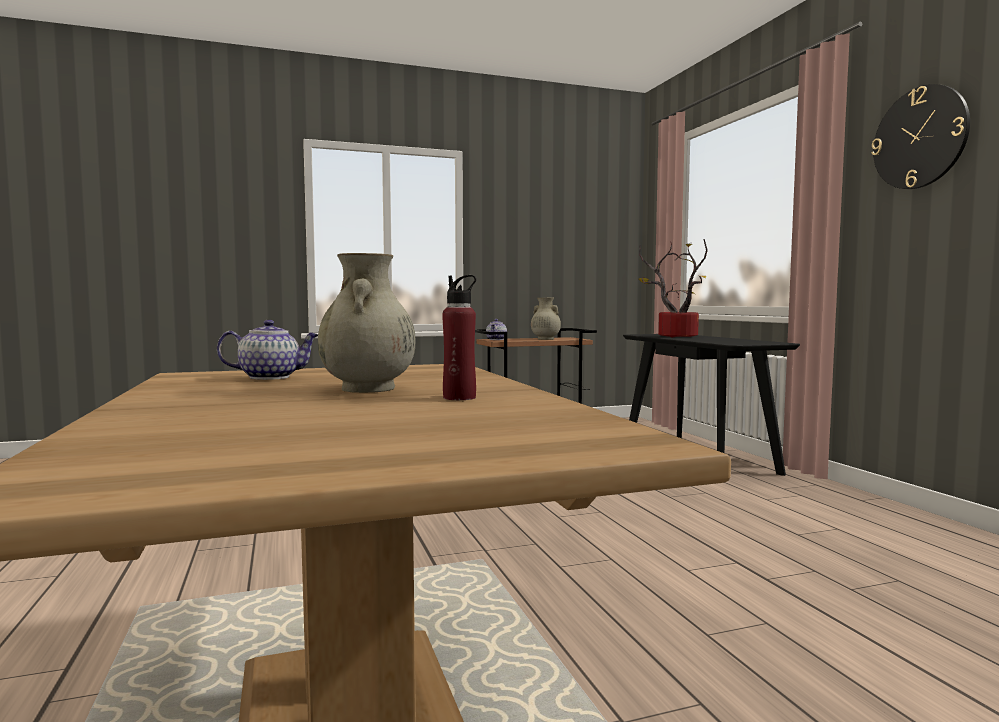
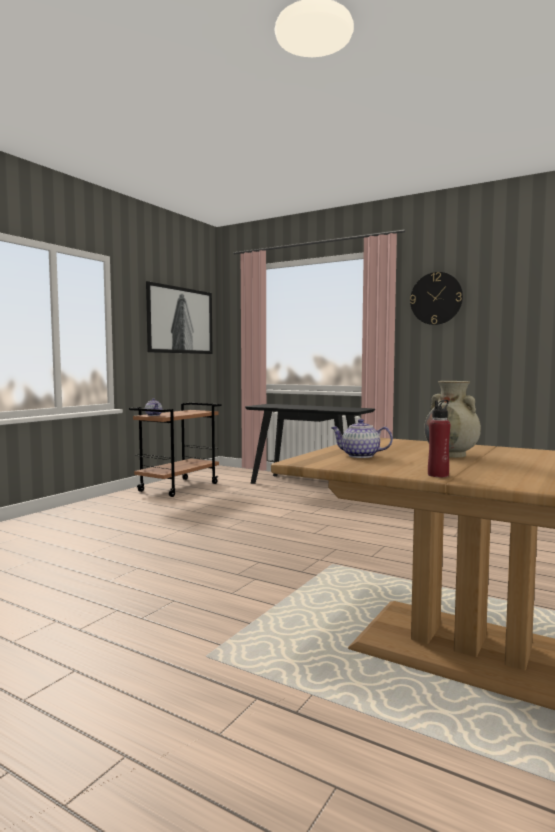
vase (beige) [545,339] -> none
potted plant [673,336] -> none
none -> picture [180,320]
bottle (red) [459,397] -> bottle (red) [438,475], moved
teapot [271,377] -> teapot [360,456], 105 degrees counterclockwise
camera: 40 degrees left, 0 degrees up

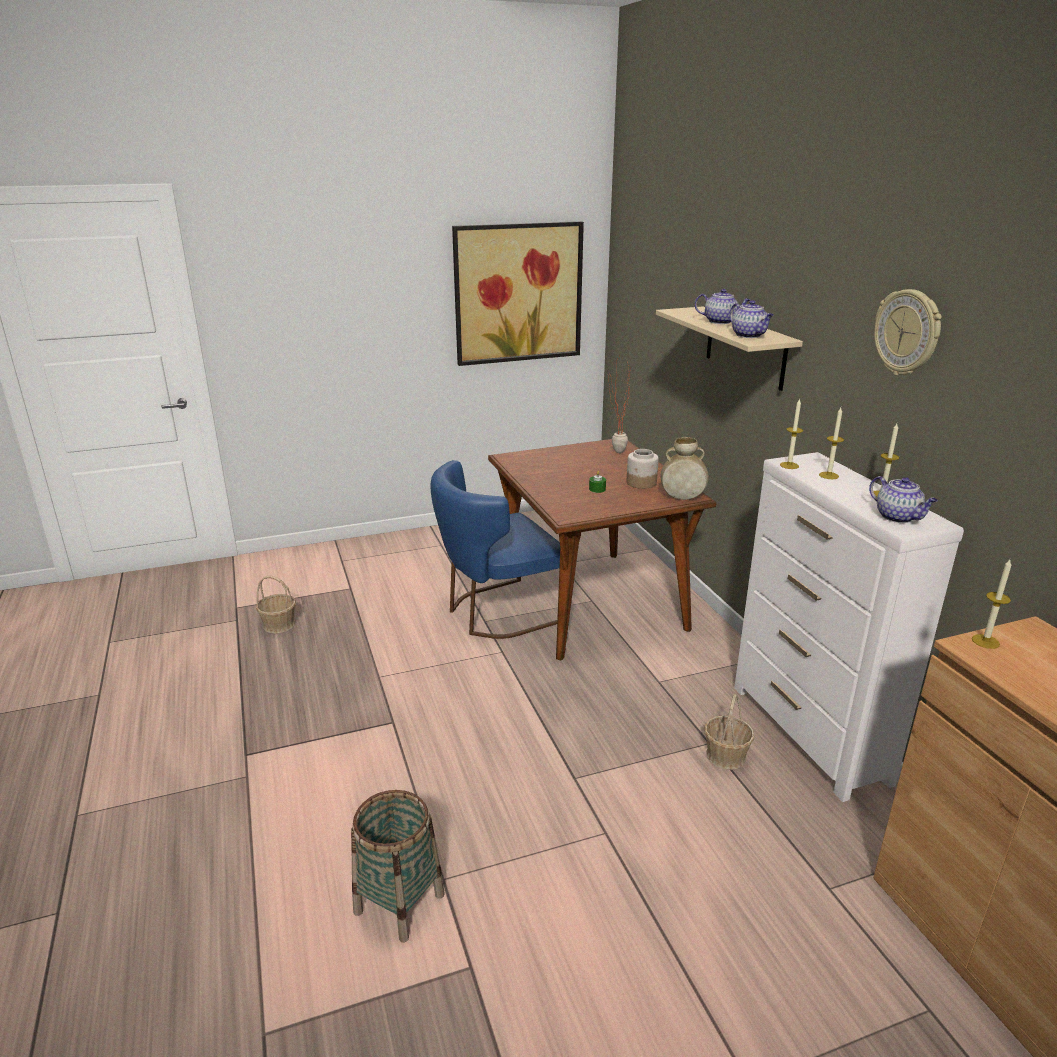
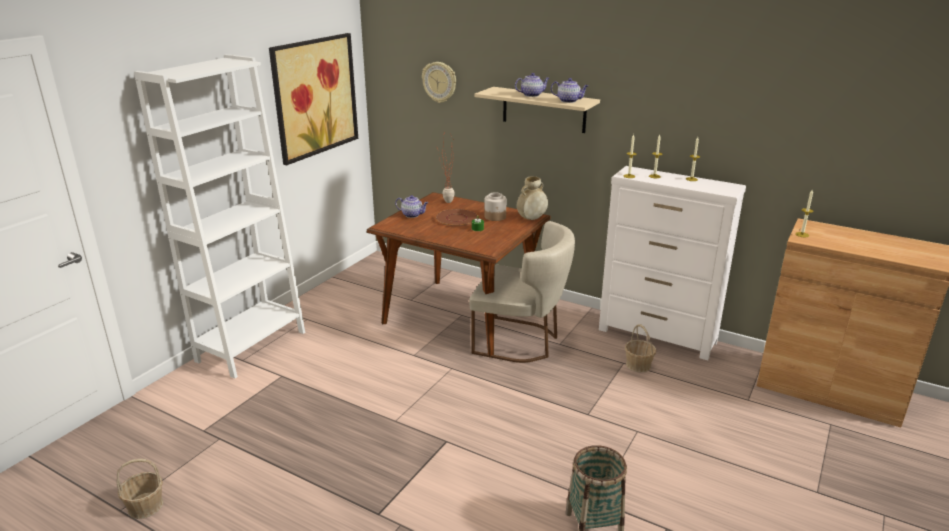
chair (blue) [496,612] -> none
none -> bookcase (white) [251,346]
none -> plate (brown) [456,218]
none -> chair (beige) [521,342]
basket [279,624] -> basket [145,506], moved
teapot [898,517] -> teapot [412,215], moved
wall clock [907,333] -> wall clock [439,82], moved
camera: 40 degrees left, 0 degrees up

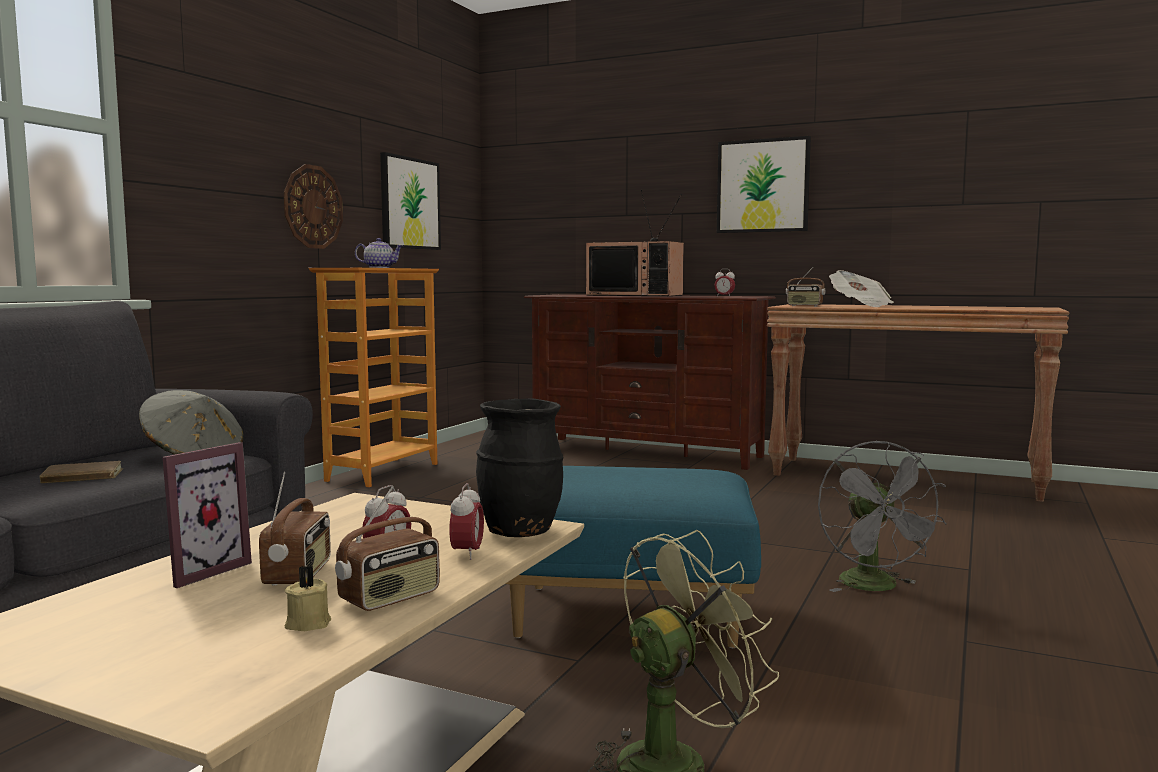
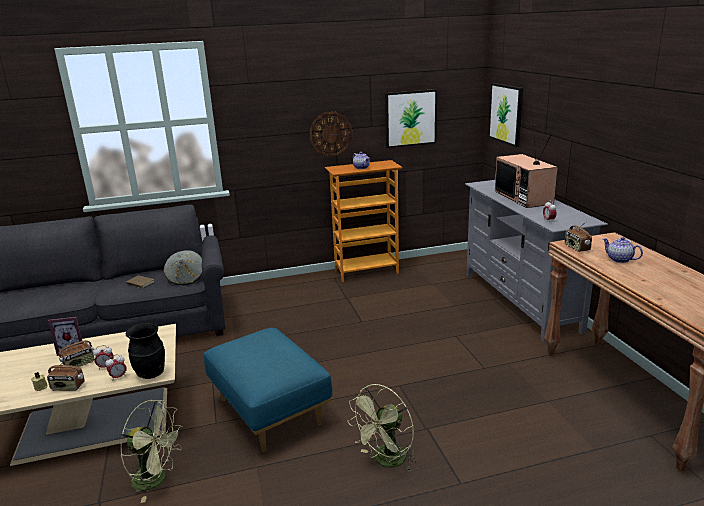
picture [763,186] -> picture [506,114], moved
newspaper [860,306] -> teapot [619,259]
tv stand (brown) [647,452] -> tv stand (grey) [520,301]
fan (grey) [876,587] -> fan (green) [386,461]
camera: 50 degrees right, 15 degrees up

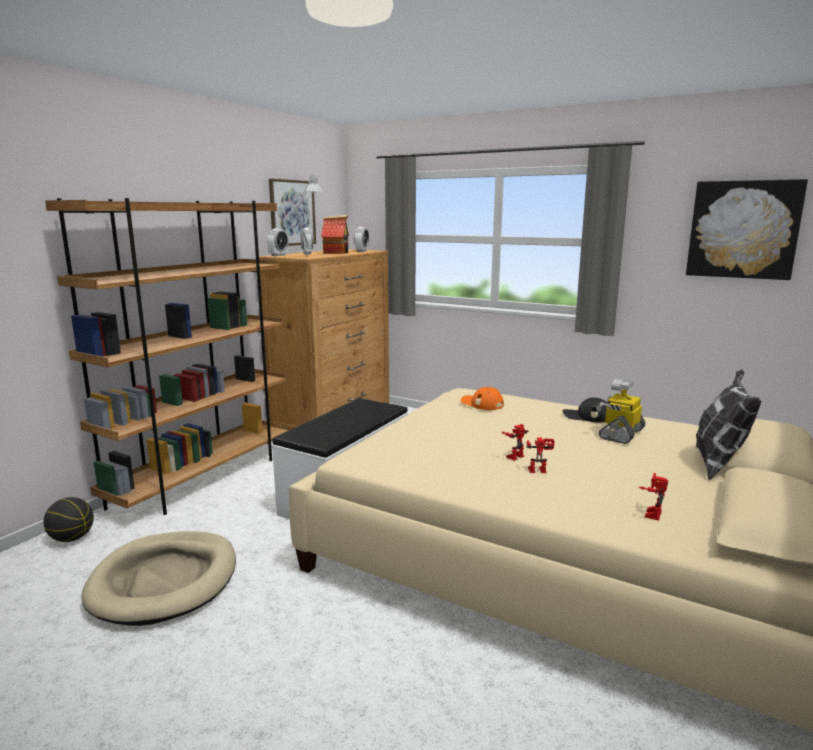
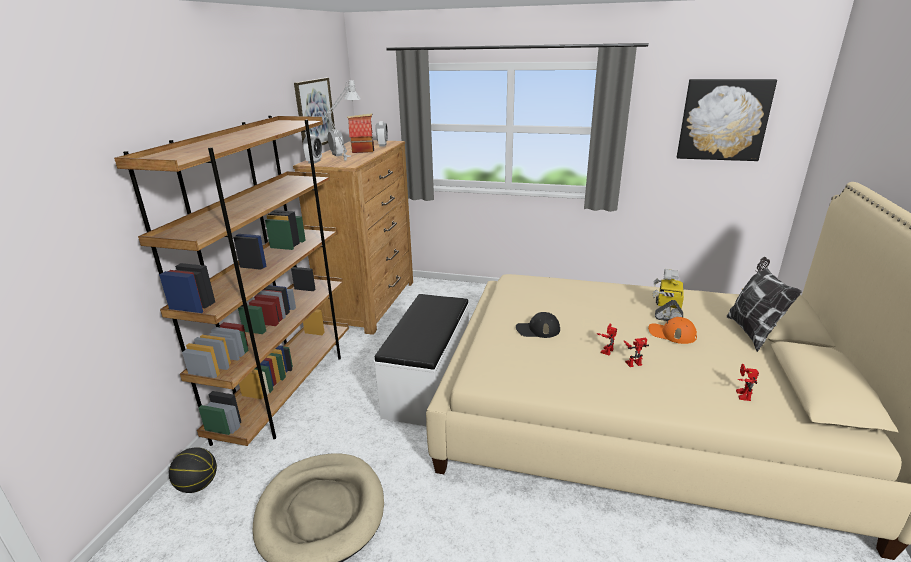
cap (orange) [482,403] -> cap (orange) [671,334], moved
cap (black) [586,416] -> cap (black) [537,330], moved
camera: 15 degrees left, 10 degrees up

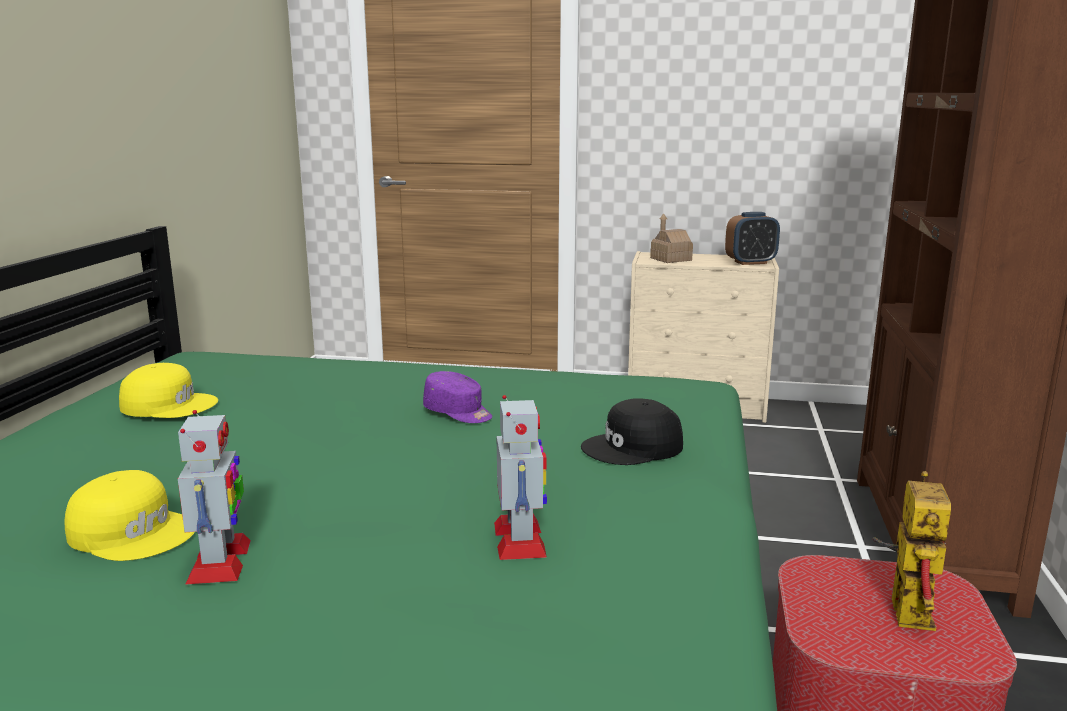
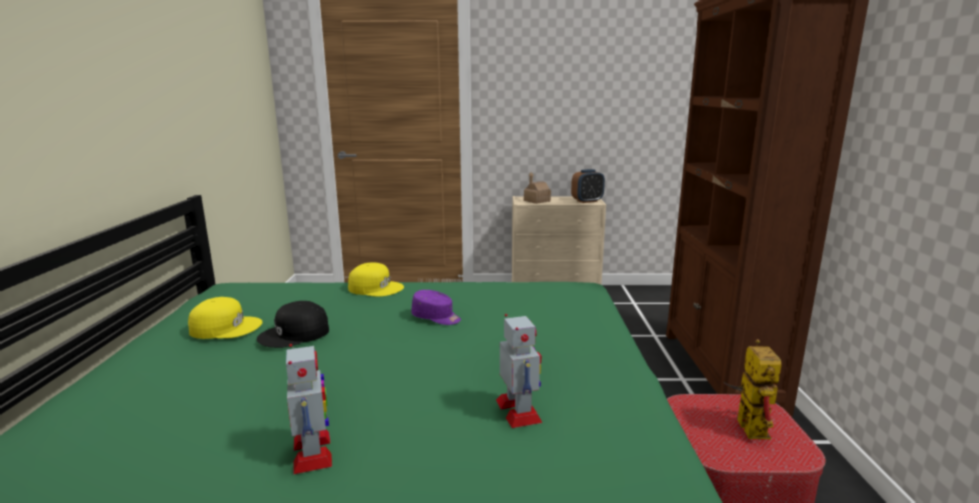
cap (yellow) [133,531] -> cap (yellow) [376,288], moved
cap (black) [633,448] -> cap (black) [295,334], moved
camera: 10 degrees left, 0 degrees up

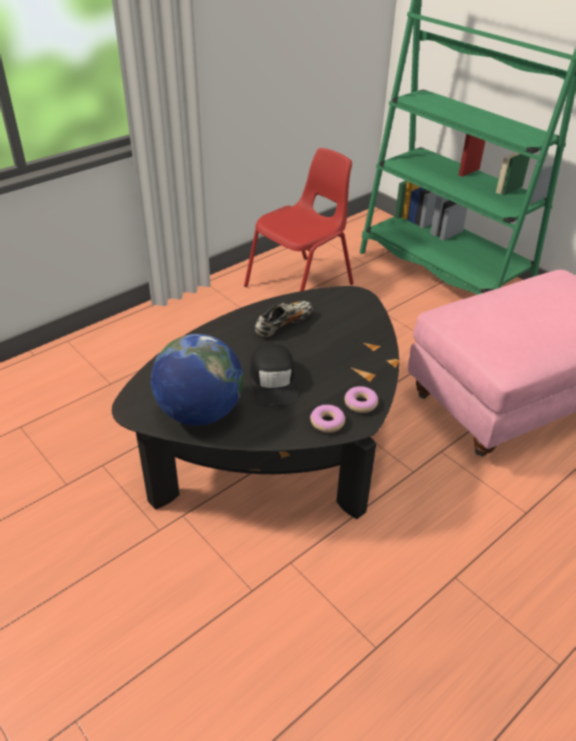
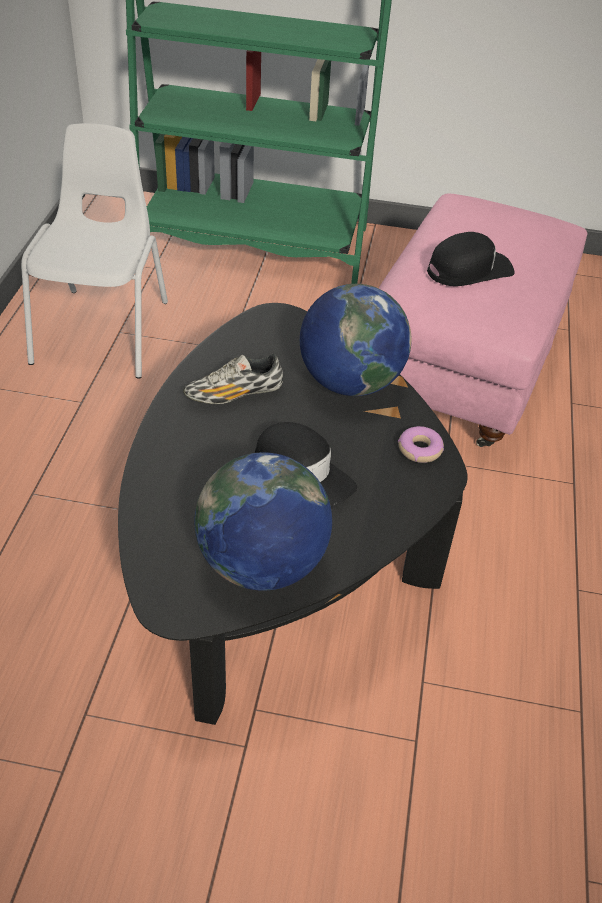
donut [327,422] -> none
none -> globe [350,382]
none -> cap (black) [469,270]
chair (red) [301,285] -> chair (white) [104,331]
shoe [284,325] -> shoe [234,394], 120 degrees counterclockwise
camera: 40 degrees left, 5 degrees up

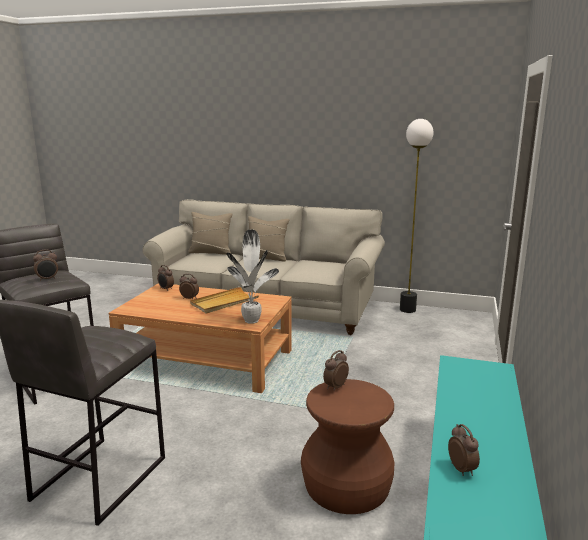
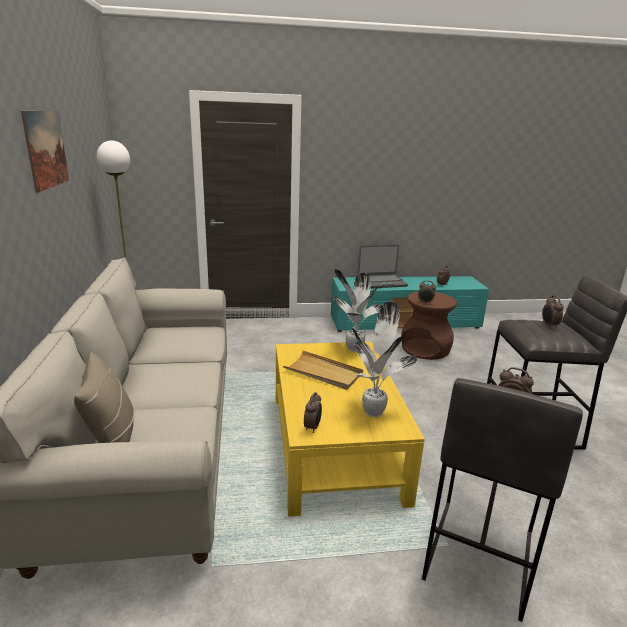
pillow (beige) [266,258] -> none
none -> picture [46,149]
none -> potted plant [374,411]
none -> laptop [382,282]
alarm clock [189,298] -> alarm clock [549,325], moved
coffee table (brown) [207,360] -> coffee table (yellow) [333,444]
camera: 115 degrees left, 5 degrees up

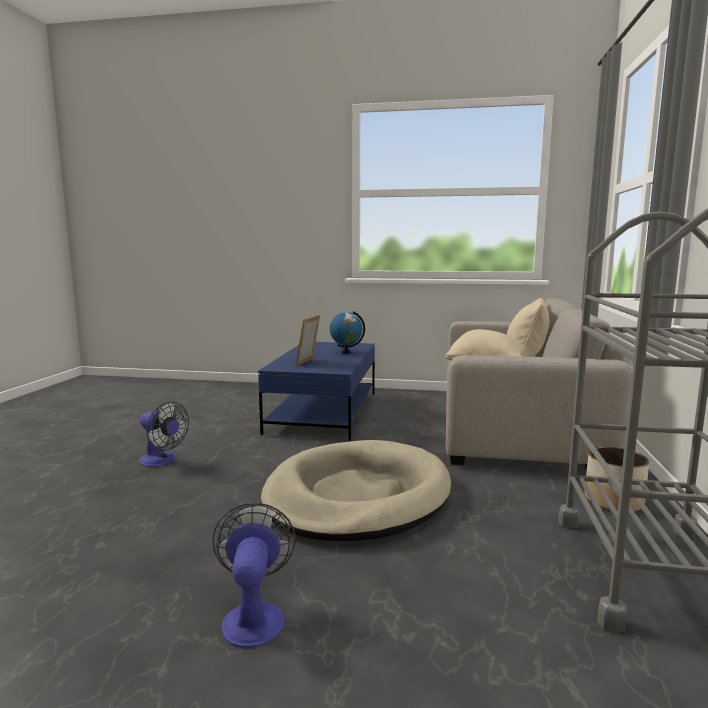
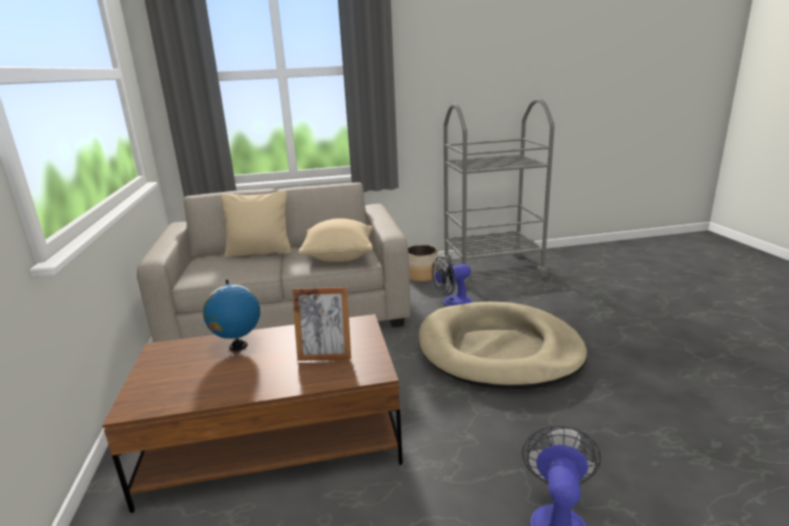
fan [254,615] -> fan [452,303], moved
coffee table (blue) [324,412] -> coffee table (brown) [274,439]
camera: 110 degrees left, 10 degrees up

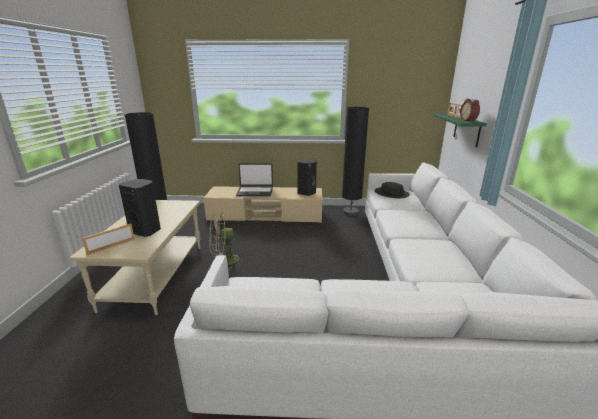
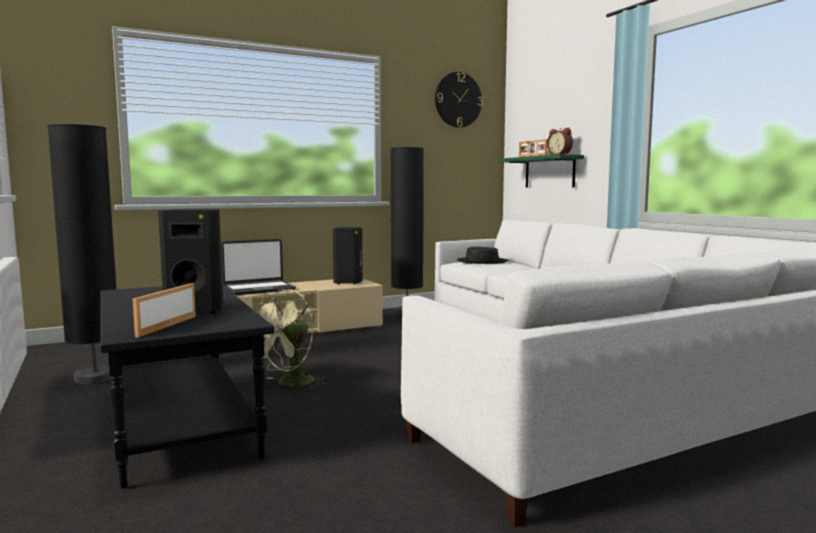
none -> wall clock [458,100]
coffee table (beige) [156,276] -> coffee table (black) [182,422]
camera: 30 degrees left, 15 degrees down

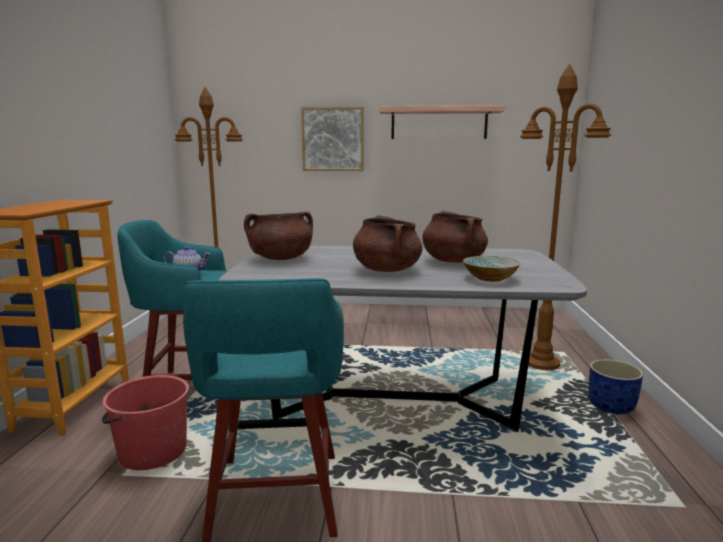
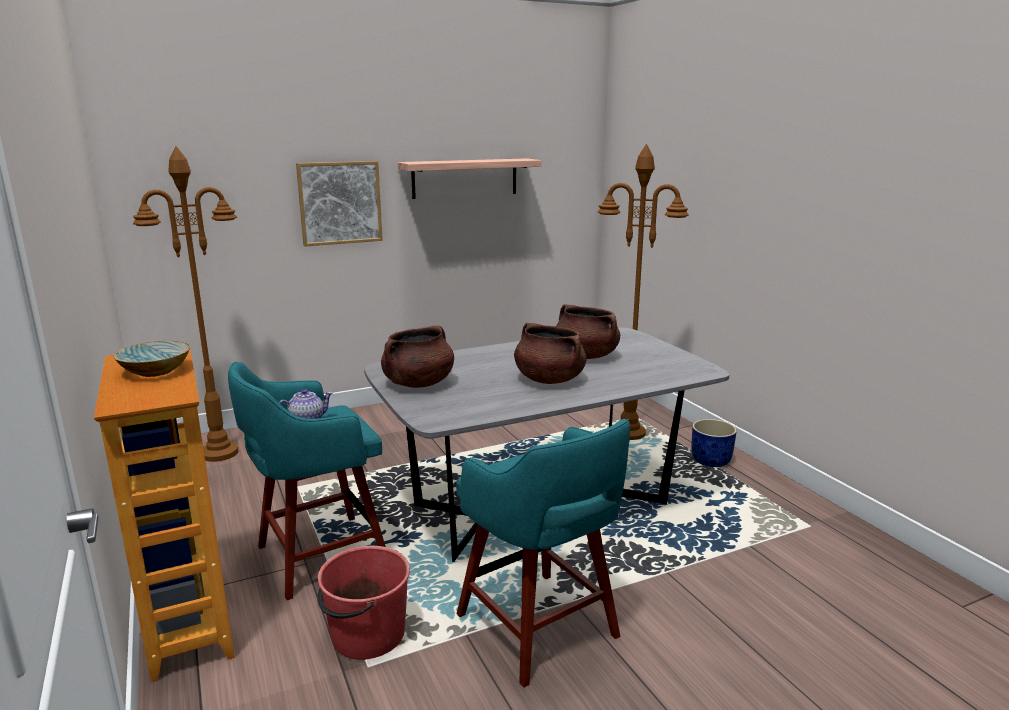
bowl [490,278] -> bowl [156,371], moved
camera: 30 degrees left, 5 degrees up

